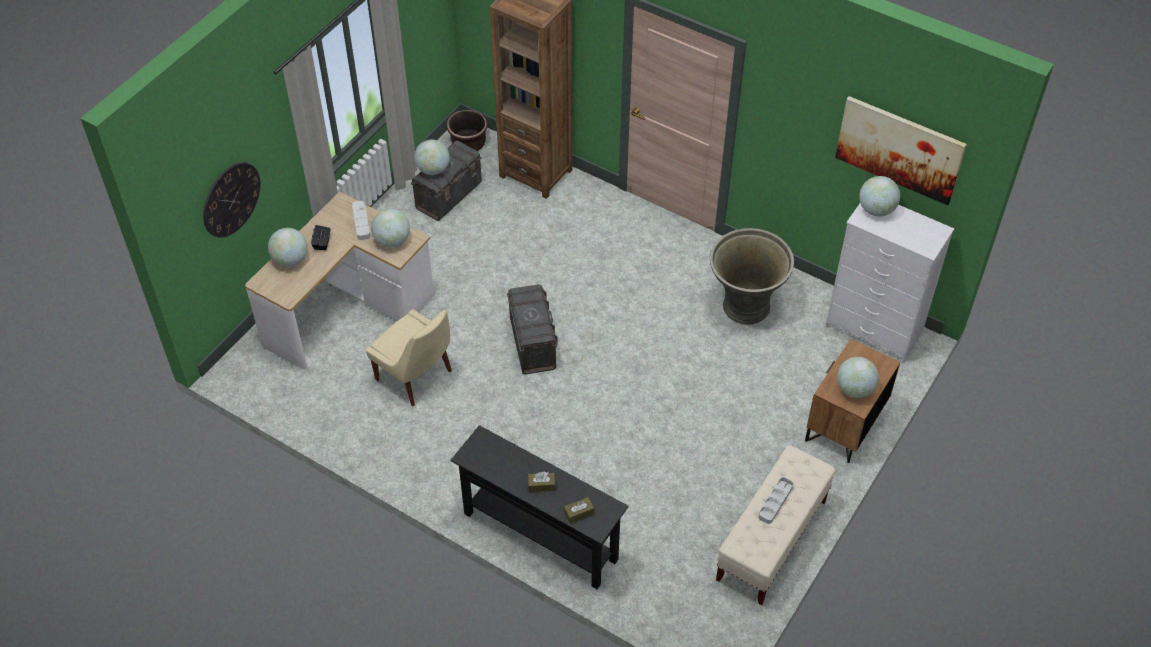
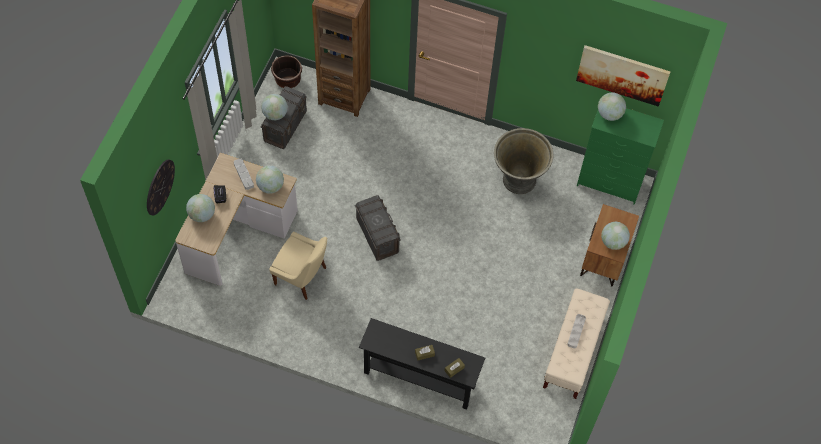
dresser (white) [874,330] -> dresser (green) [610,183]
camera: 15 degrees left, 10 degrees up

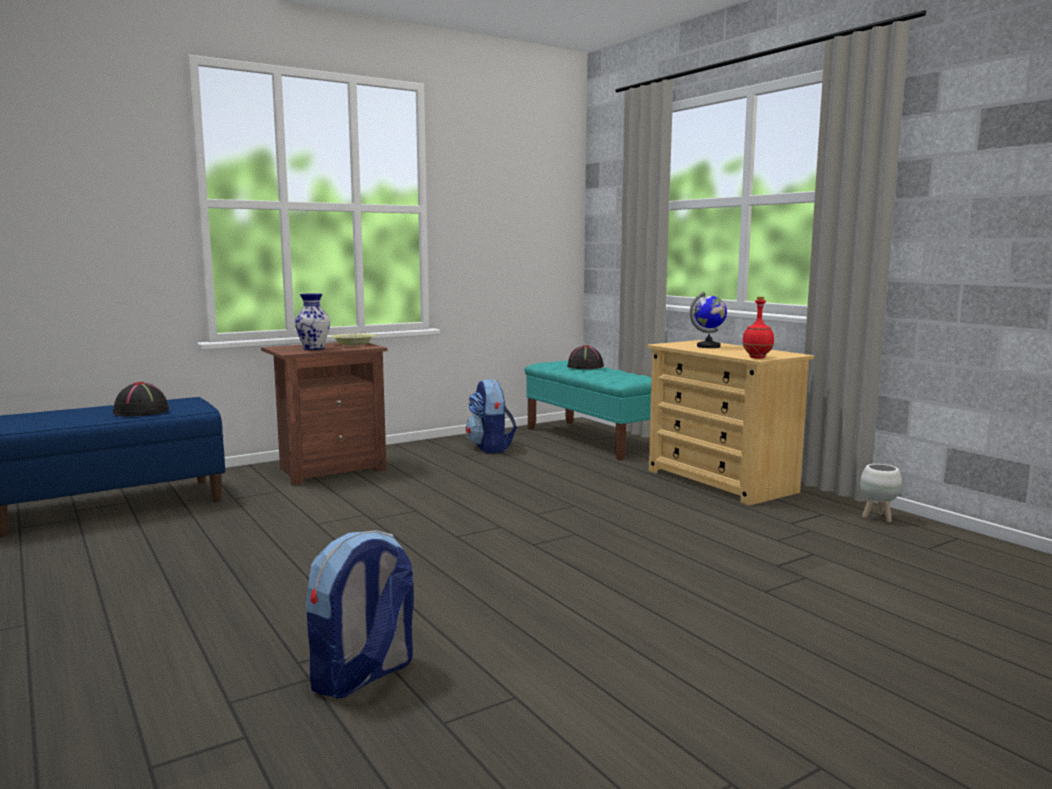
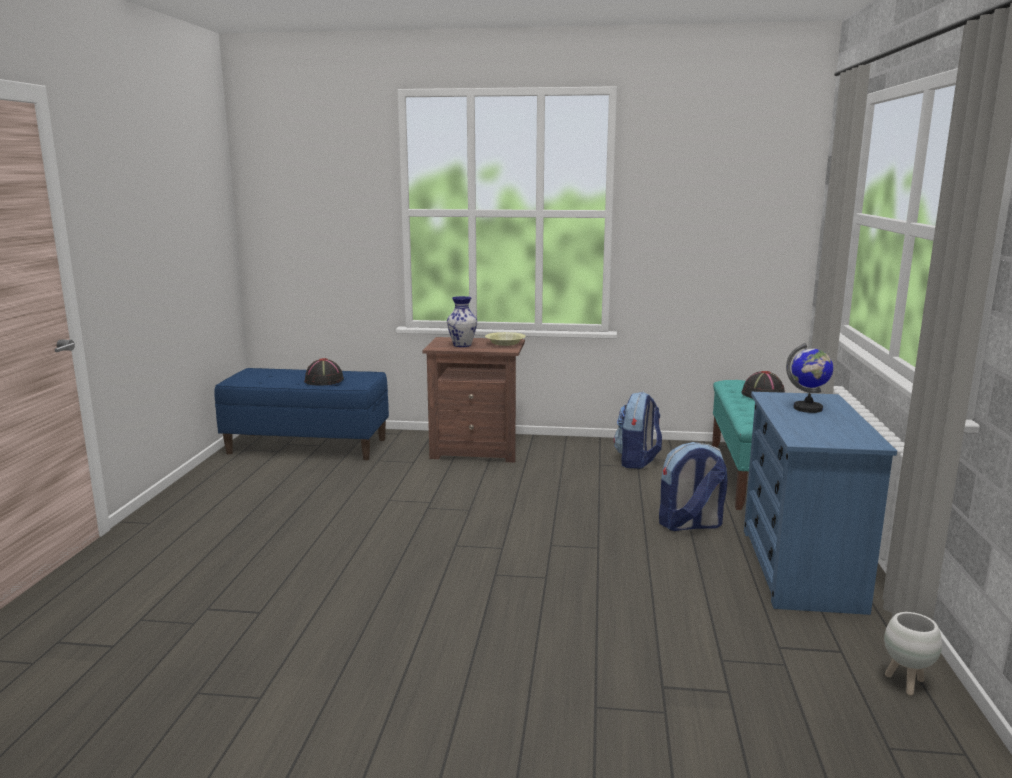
bottle (red) [757,357] -> none
backpack [363,676] -> backpack [690,525], moved
dresser (beige) [721,481] -> dresser (blue) [800,569]
camera: 40 degrees right, 5 degrees up

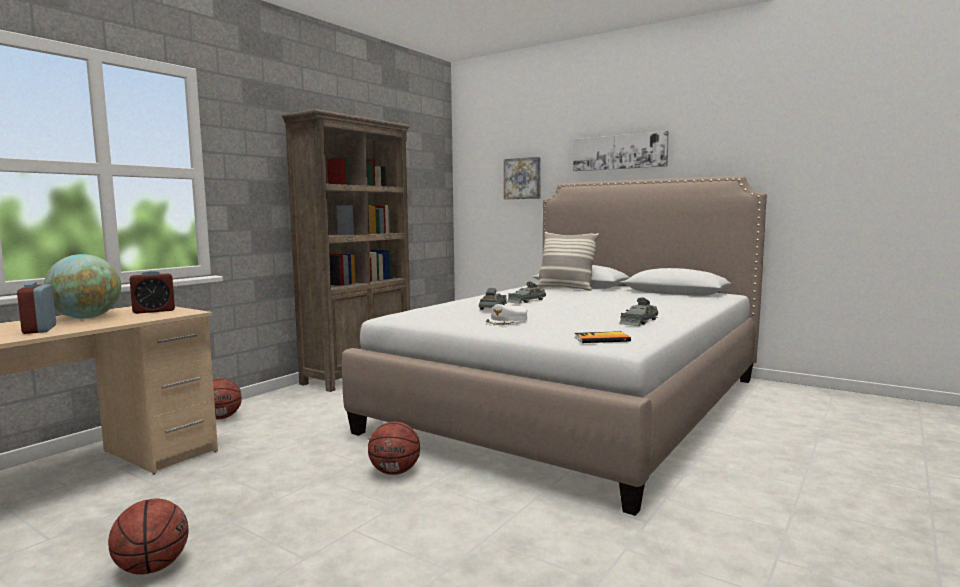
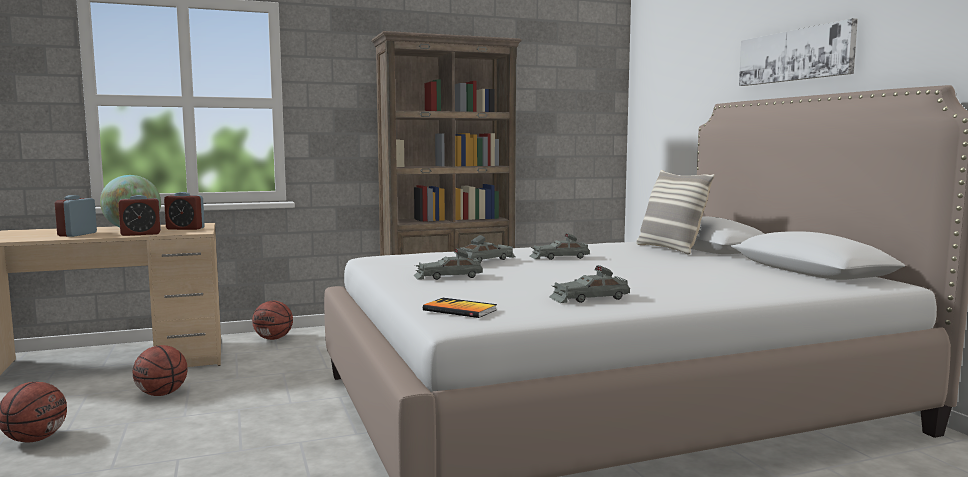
picture [523,178] -> none
none -> alarm clock [141,234]
basketball [395,472] -> basketball [162,394], moved
cap (white) [507,321] -> toy car (grey) [448,276]
camera: 35 degrees right, 0 degrees up

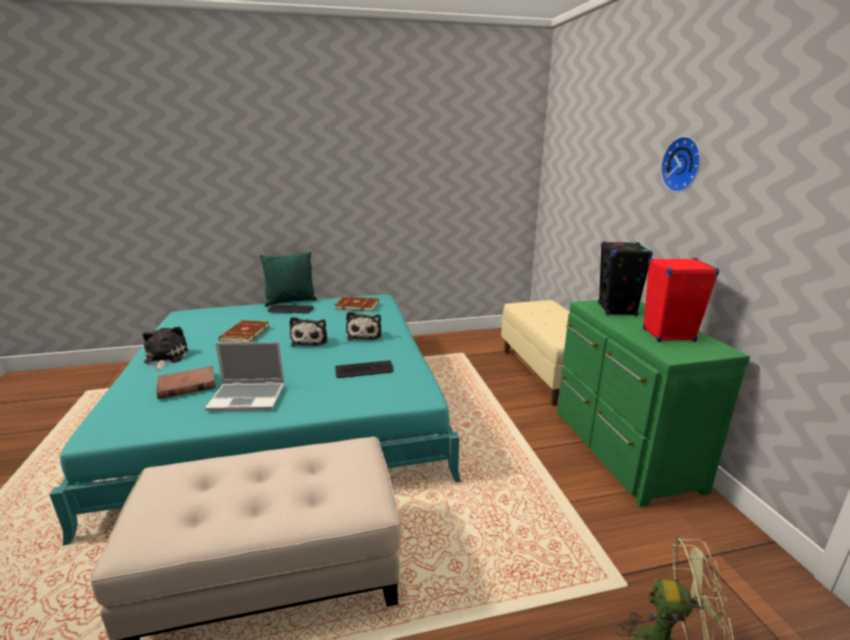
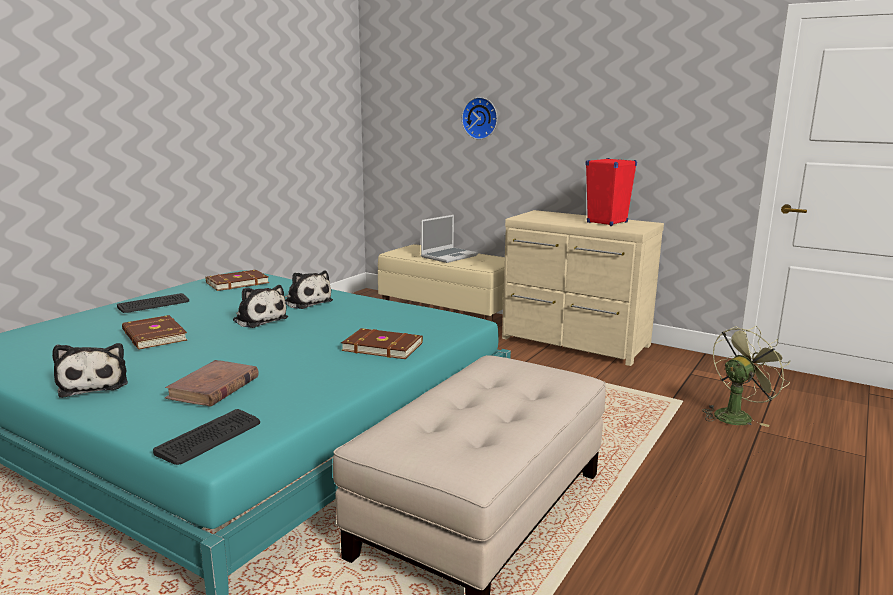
pillow (green) [290,301] -> none
speaker (black) [617,310] -> none
none -> book (brown) [382,346]
laptop [248,397] -> laptop [449,256], moved
keyboard [364,370] -> keyboard [210,437], moved
wall clock [683,164] -> wall clock [481,118], moved
dresser (green) [621,450] -> dresser (beige) [575,343]
plush toy [165,358] -> plush toy [94,384], 150 degrees counterclockwise
camera: 45 degrees left, 5 degrees down

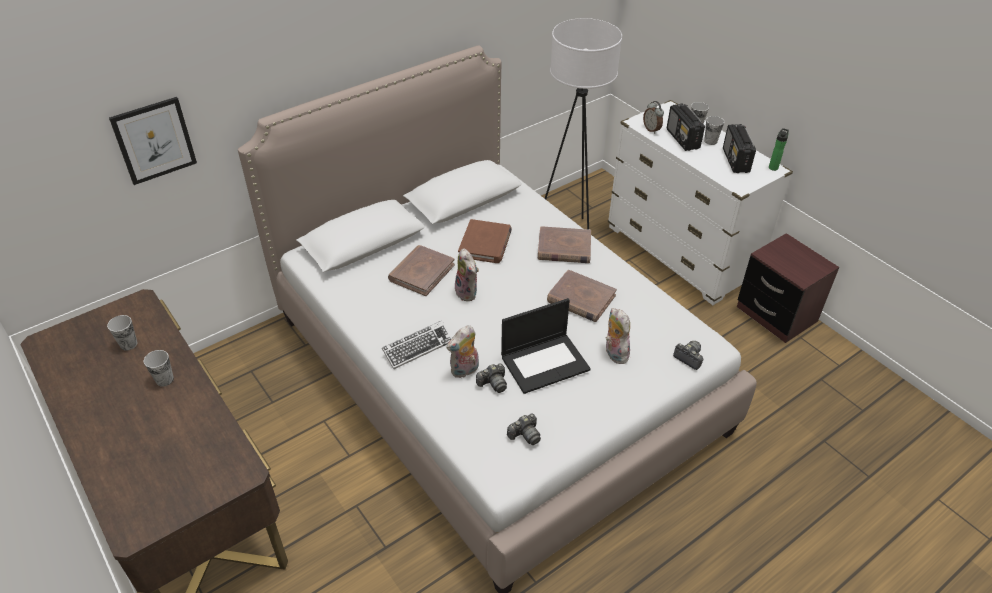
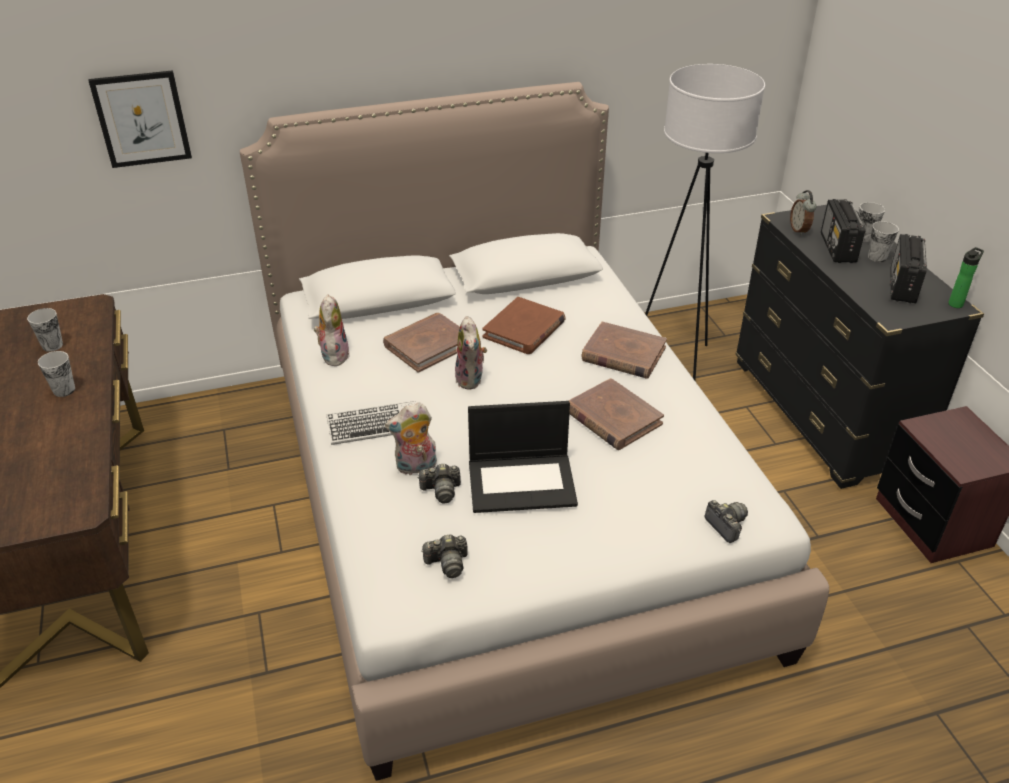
plush toy [614,353] -> plush toy [333,355], moved
dresser (white) [680,253] -> dresser (black) [823,414]
camera: 20 degrees right, 5 degrees down

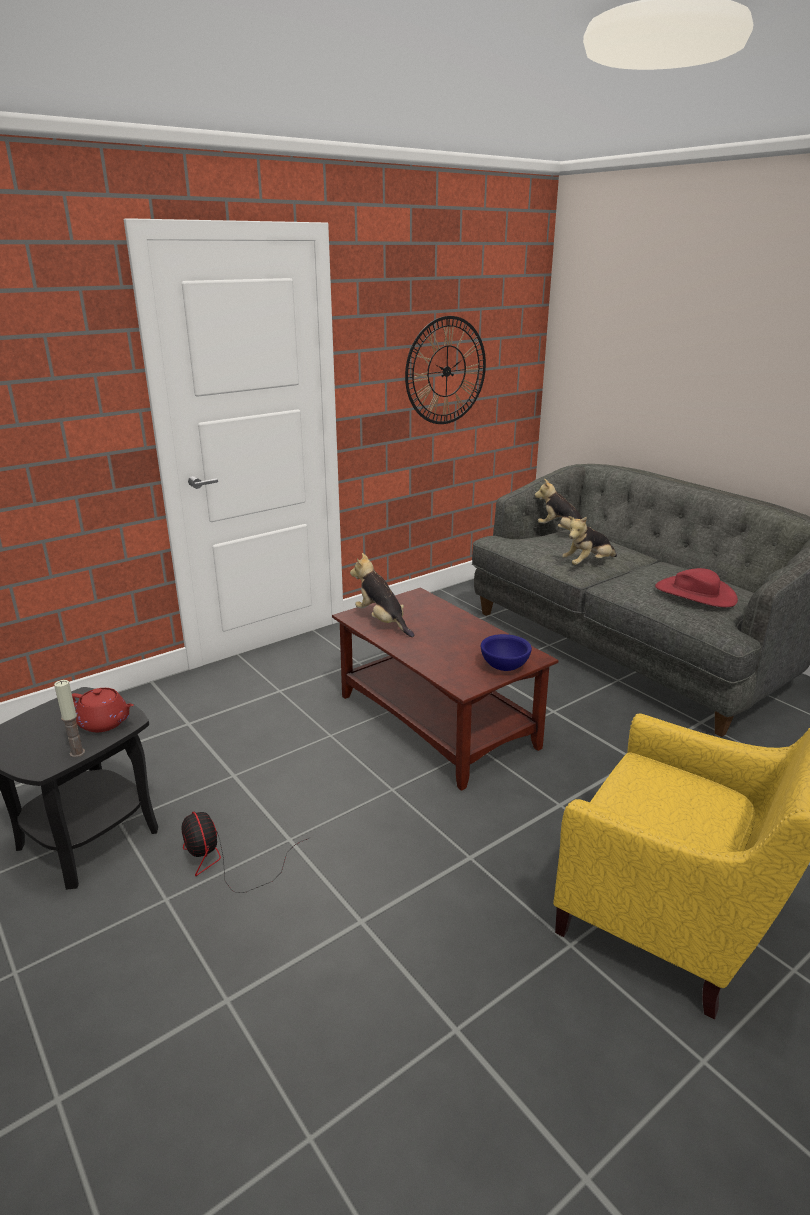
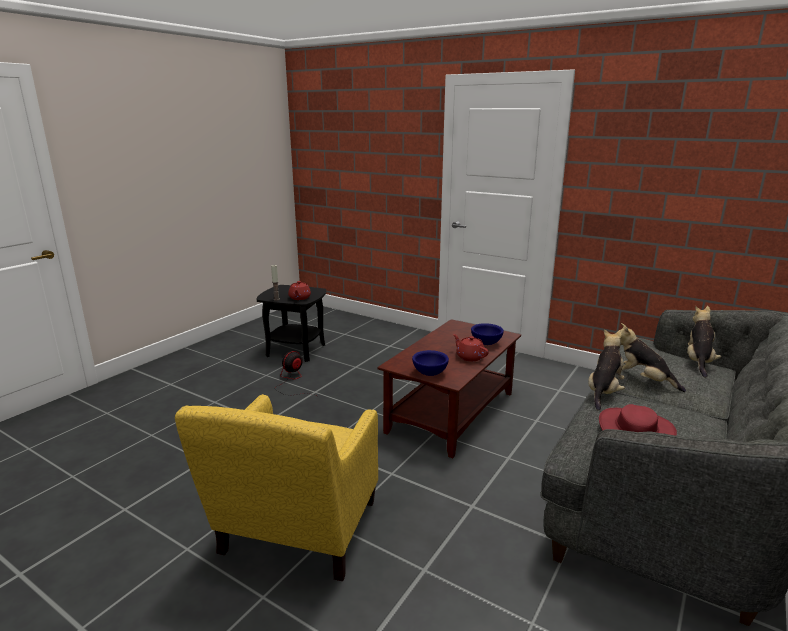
wall clock [446,371] -> none
none -> teapot (red) [469,357]
none -> bowl (blue) [486,343]
plush toy [382,621] -> plush toy [604,392], moved
camera: 70 degrees right, 5 degrees down

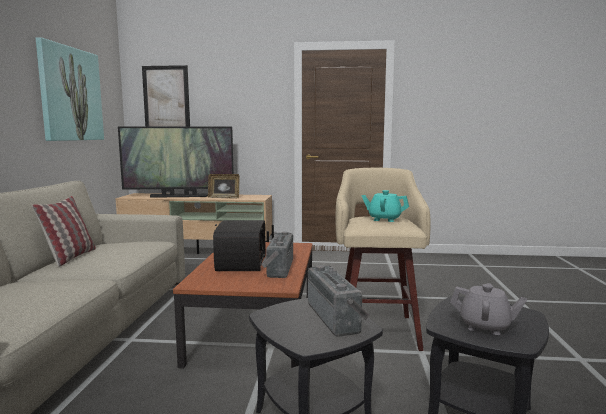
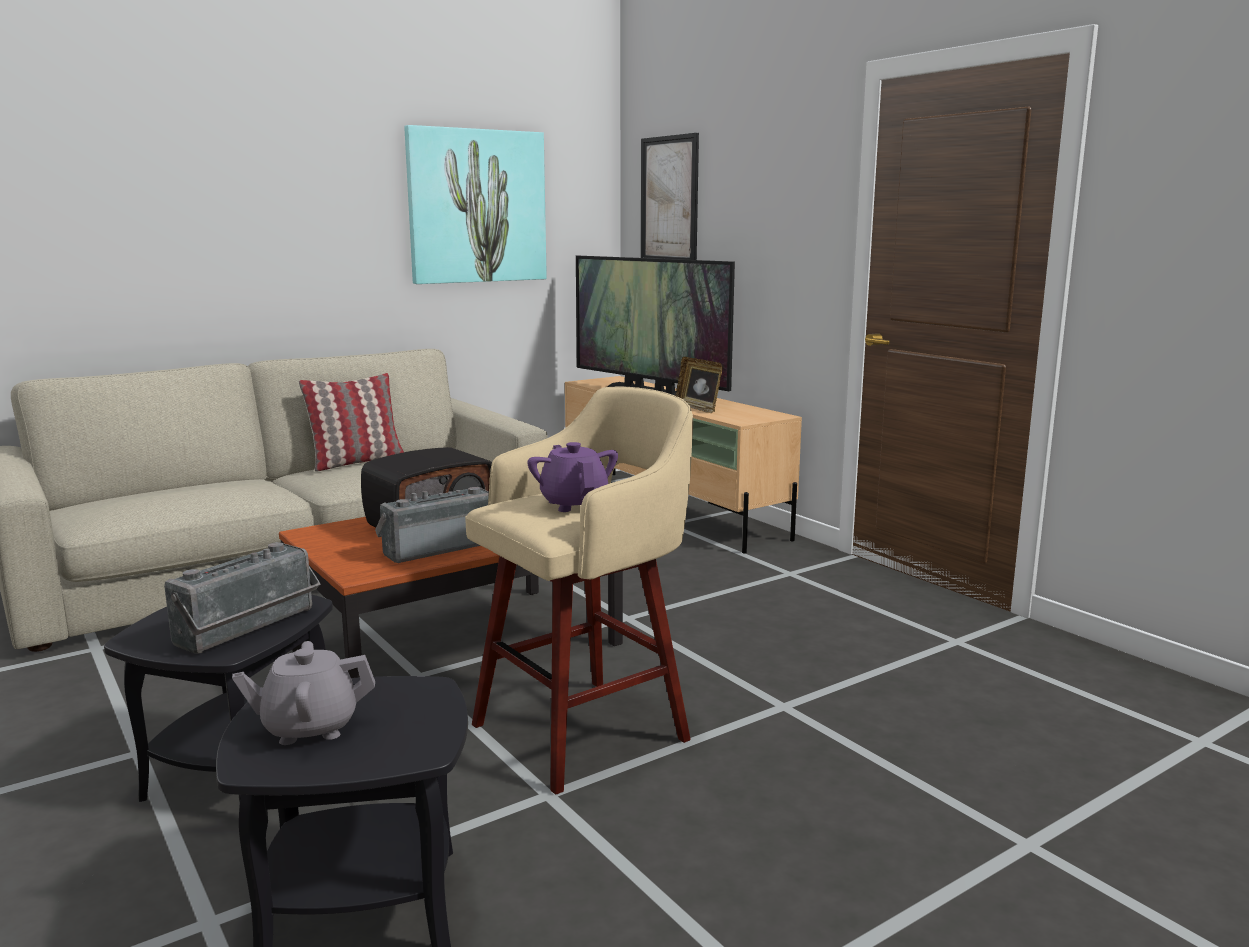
teapot (turquoise) [384,219] -> teapot (purple) [574,504]
teapot (grey) [485,326] -> teapot (grey) [309,727], 90 degrees clockwise
camera: 50 degrees right, 5 degrees up

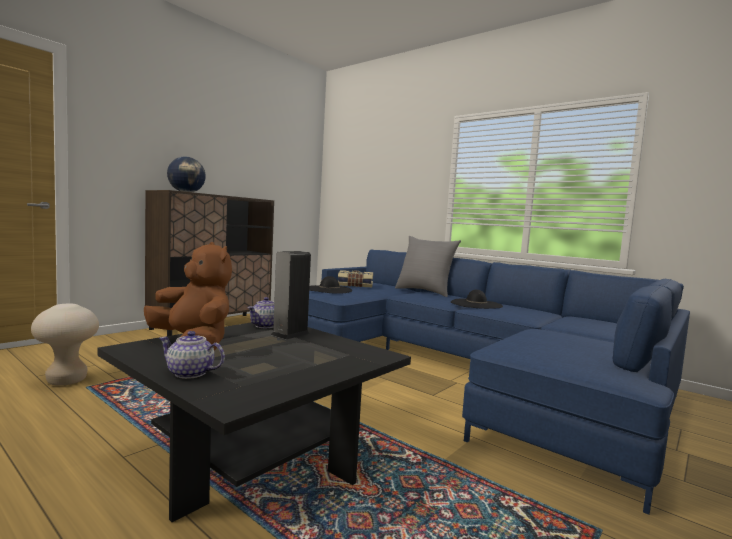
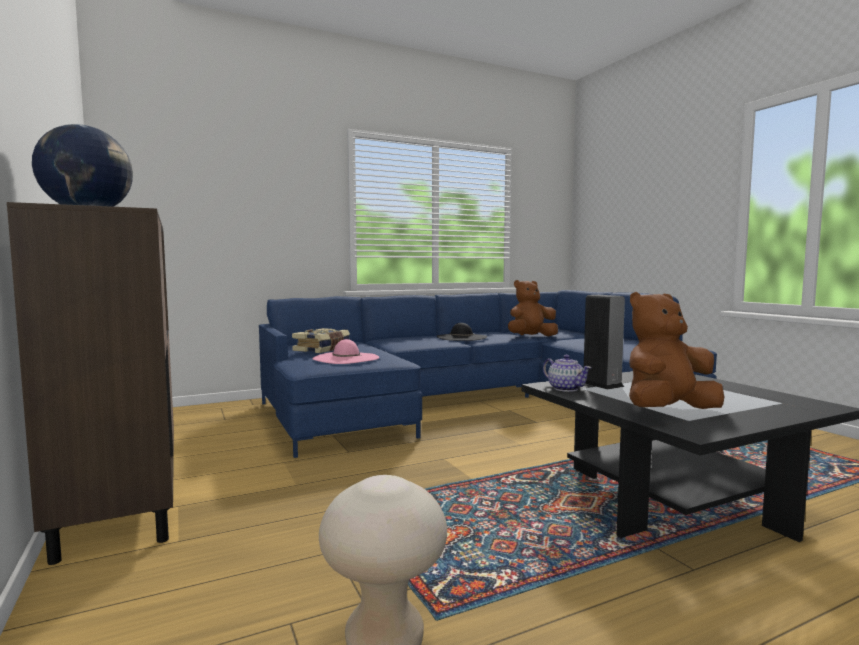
teapot [190,373] -> none
pillow (grey) [424,291] -> none
none -> plush toy (brown) [531,337]
hat (black) [329,289] -> hat (pink) [346,358]
camera: 65 degrees left, 0 degrees up

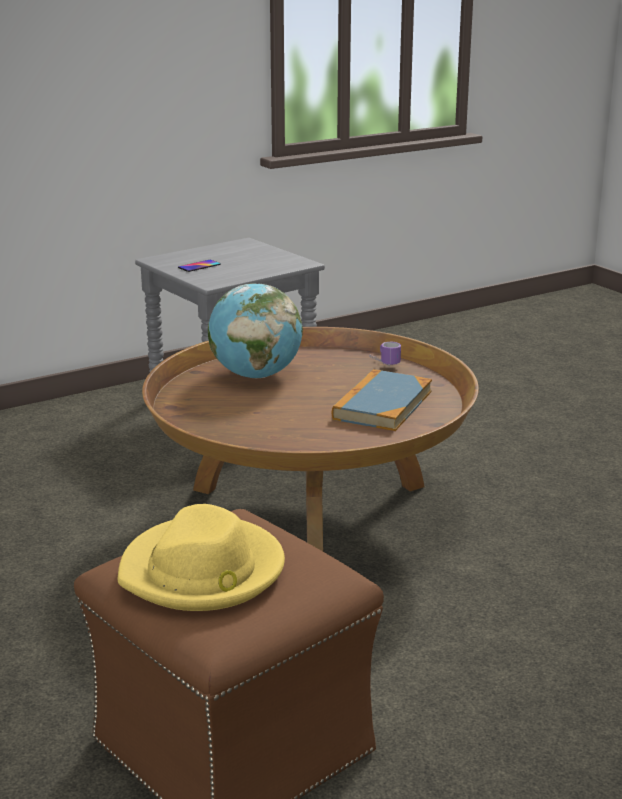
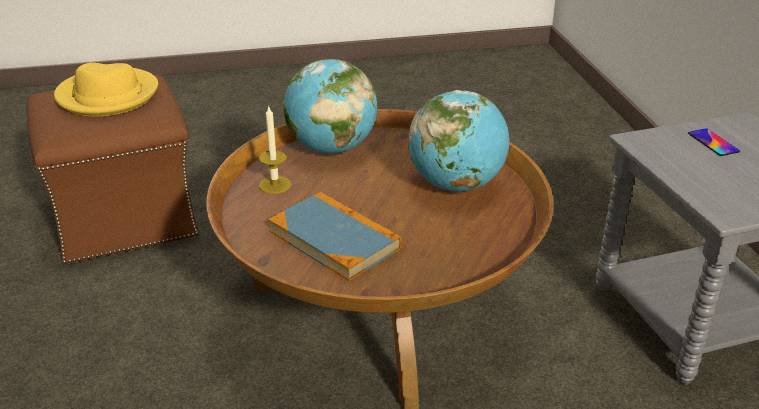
mug [383,363] -> none
none -> candle [275,185]
none -> globe [331,148]
camera: 110 degrees right, 10 degrees up

